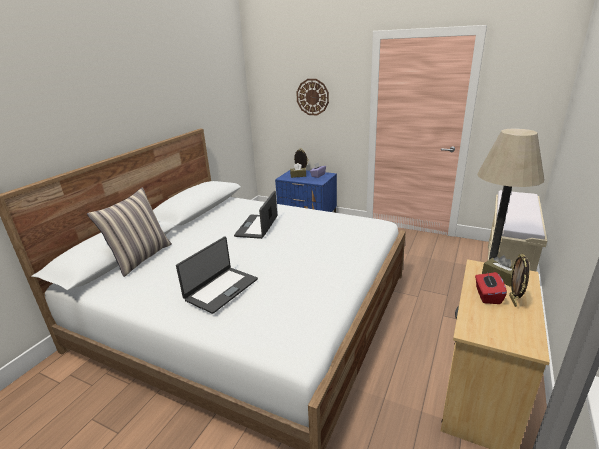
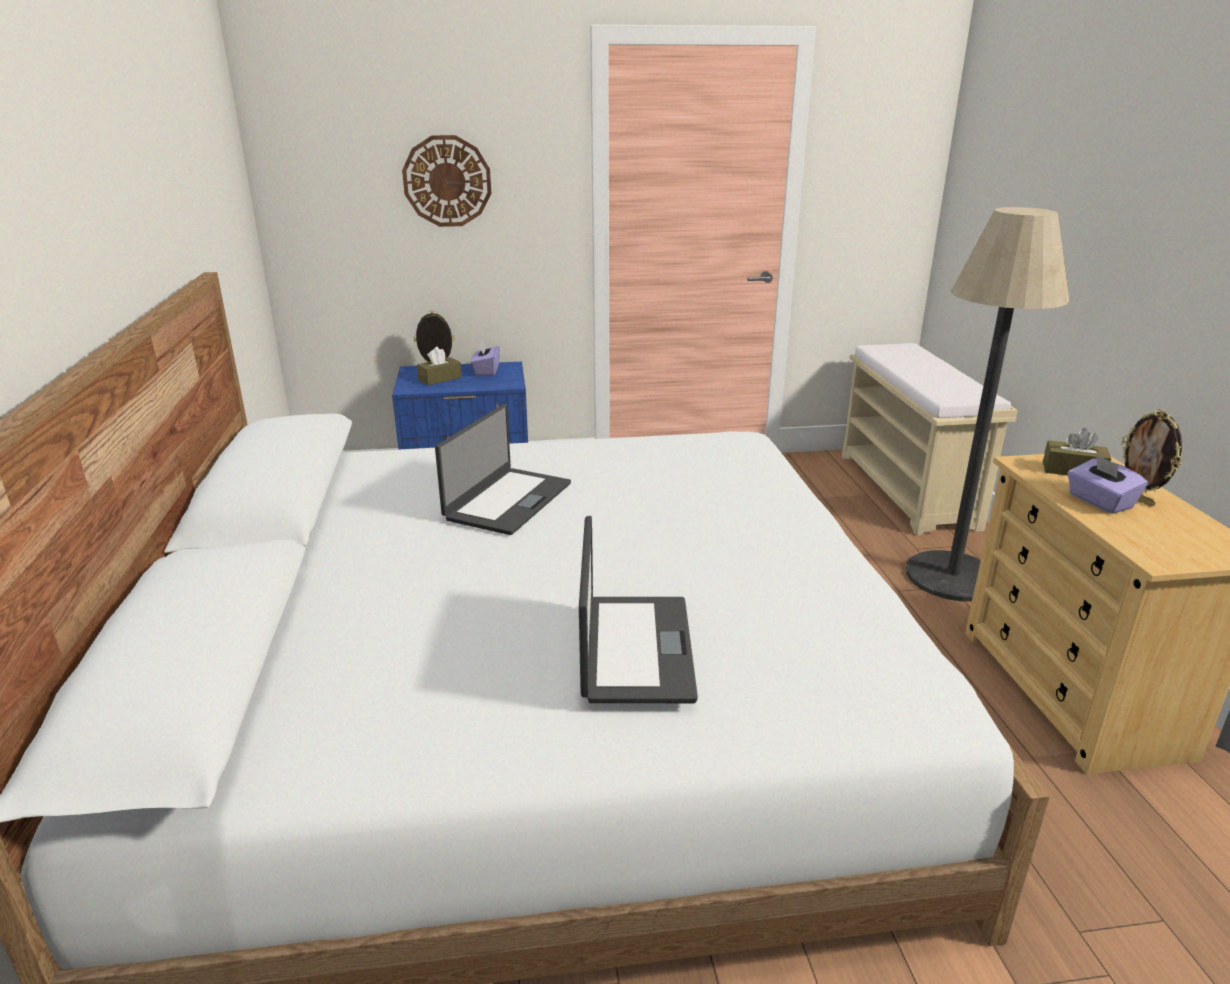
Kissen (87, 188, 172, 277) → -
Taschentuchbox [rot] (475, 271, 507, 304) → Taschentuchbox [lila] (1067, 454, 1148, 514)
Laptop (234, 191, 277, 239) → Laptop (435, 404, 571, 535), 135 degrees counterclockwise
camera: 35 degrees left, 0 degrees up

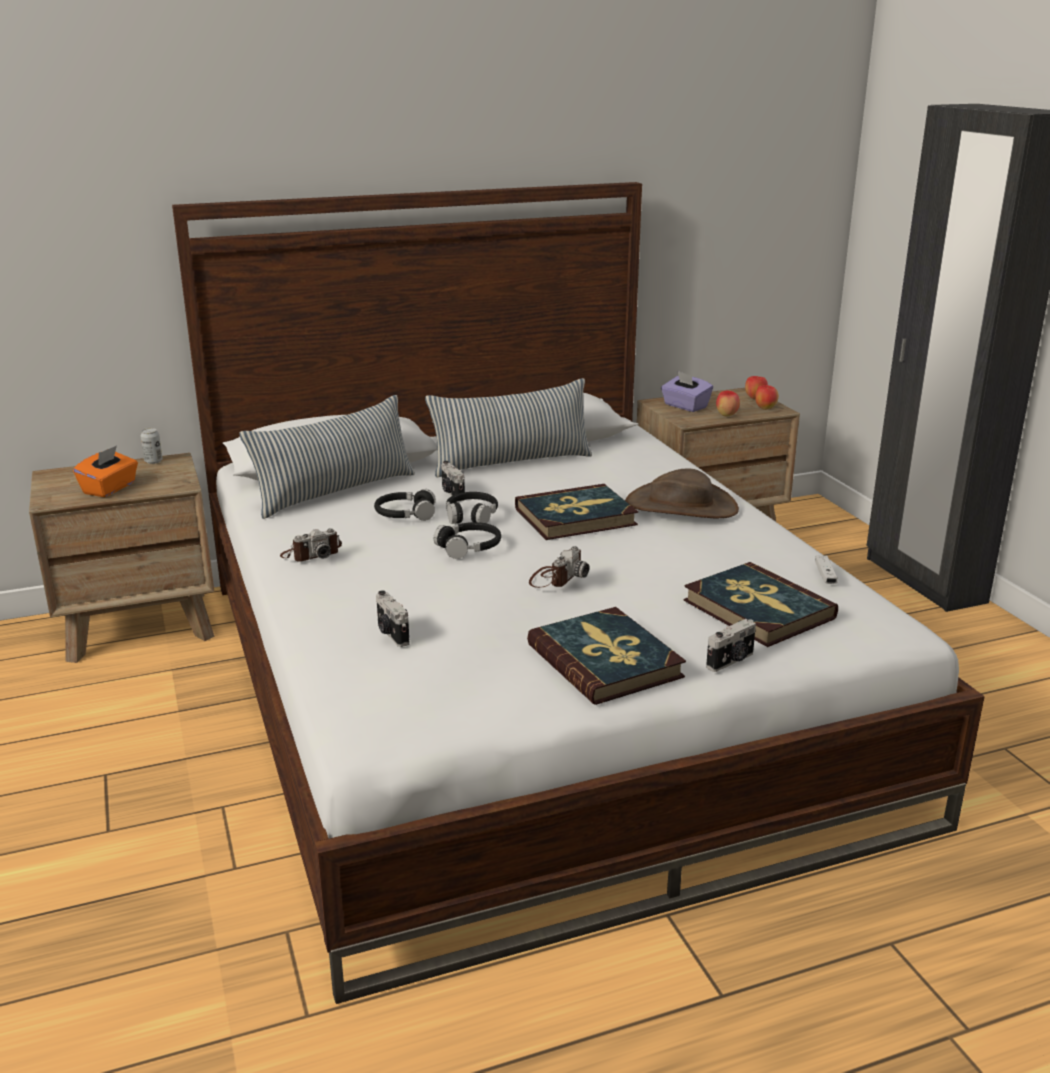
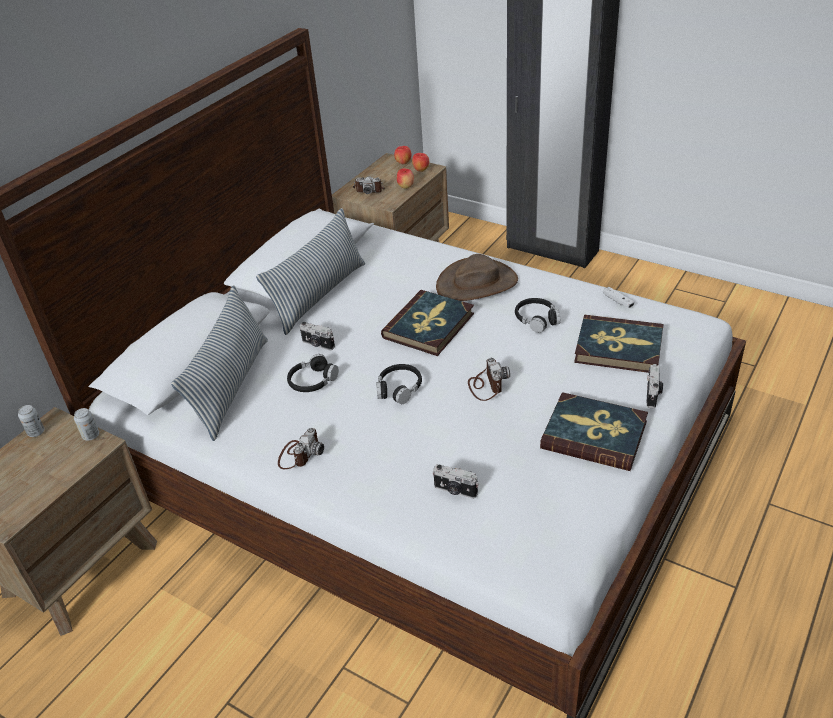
Taschentuchbox [orange] (73, 446, 138, 497) → -
- → Dose (74, 408, 99, 441)
Kopfhörer [schwarz] (446, 492, 498, 524) → Kopfhörer [schwarz] (515, 298, 560, 333), moved
Taschentuchbox [lila] (661, 371, 713, 412) → Kamera (353, 176, 385, 194)
camera: 35 degrees left, 15 degrees up

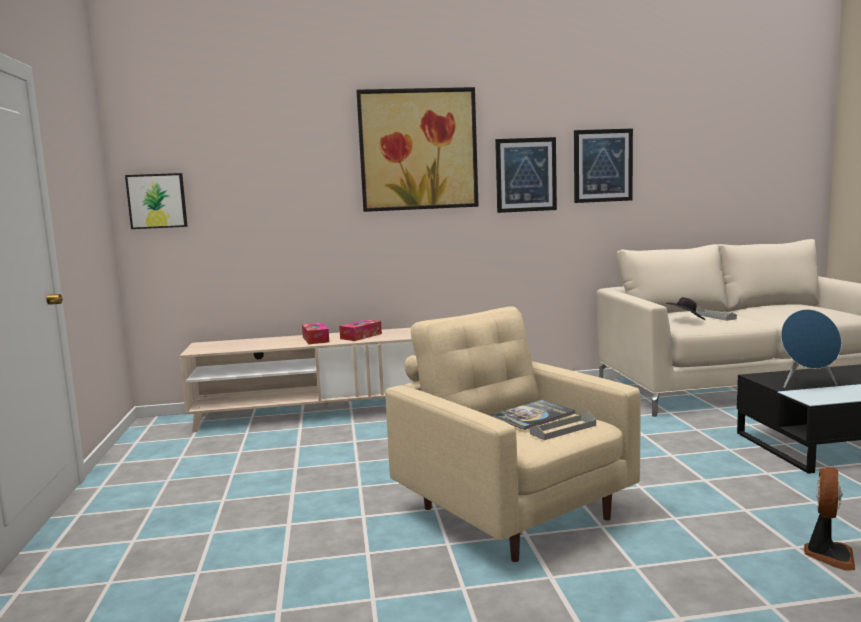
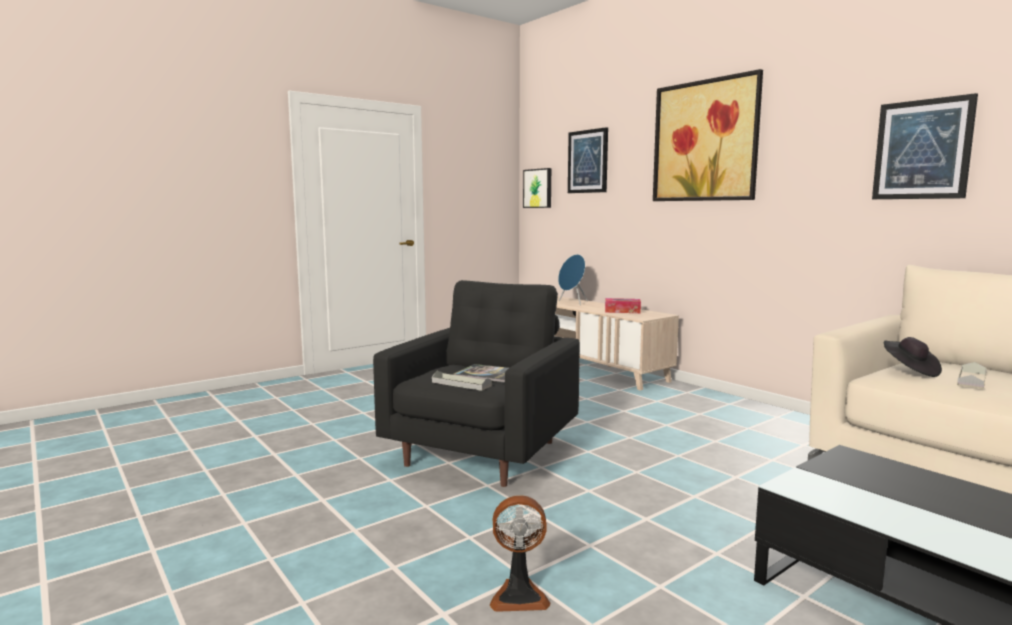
Taschentuchbox (302, 323, 329, 344) → -
Bild (495, 137, 557, 213) → Bild (568, 127, 608, 193), moved
Lautsprecher [blau] (781, 309, 842, 388) → Lautsprecher [blau] (558, 254, 588, 305), moved
Sessel [beige] (385, 306, 641, 562) → Sessel [schwarz] (373, 280, 580, 487)
camera: 60 degrees right, 0 degrees up

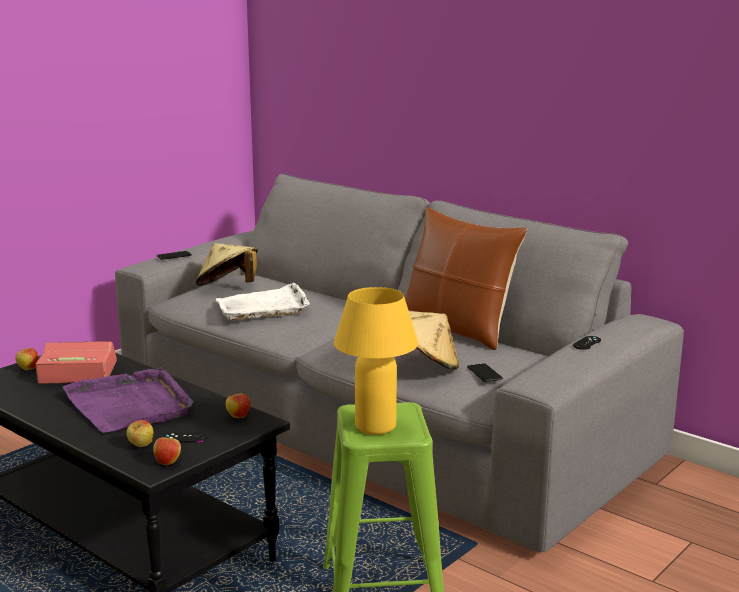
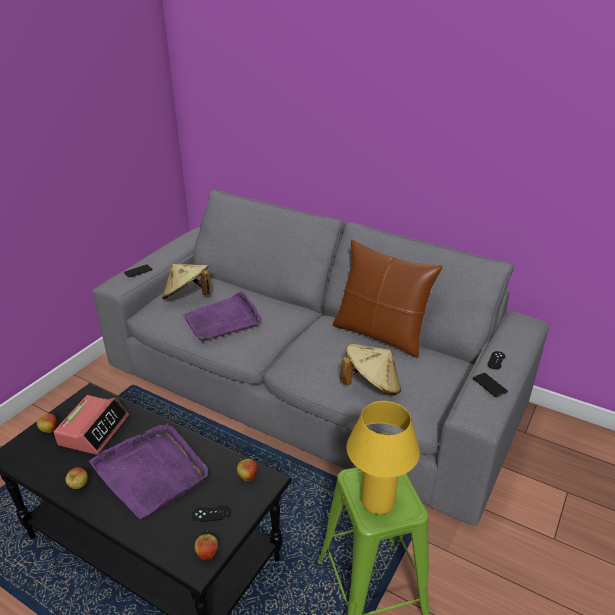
Apfel (126, 420, 154, 447) → Apfel (65, 467, 88, 489), moved
Handy (467, 363, 503, 382) → Handy (473, 373, 508, 397), moved
Tablett [weiß] (216, 283, 310, 320) → Tablett [lila] (183, 292, 262, 341)
Wecker (36, 341, 117, 384) → Wecker (54, 395, 129, 455), 120 degrees clockwise
camera: 10 degrees left, 15 degrees up

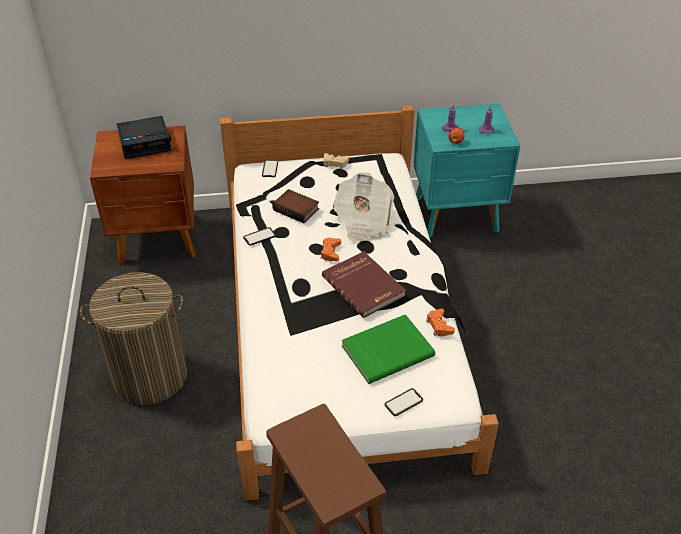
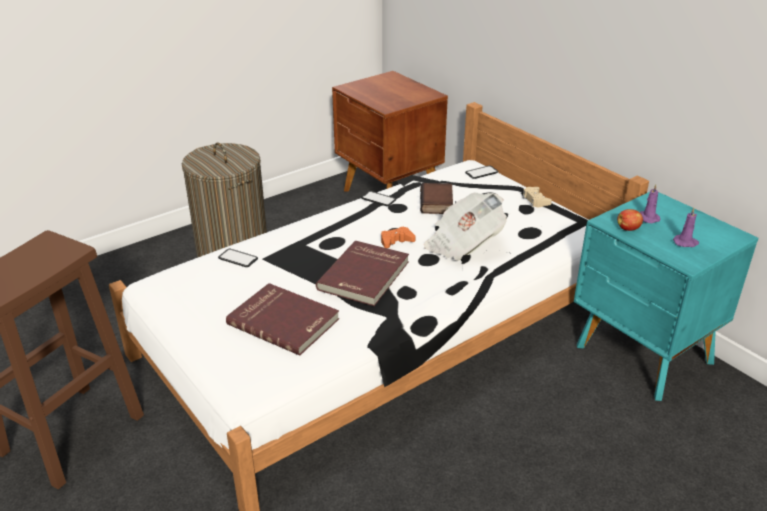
Wecker (117, 116, 172, 159) → -
Gamepad [orange] (426, 309, 455, 337) → -
Handy (384, 388, 423, 416) → Handy (218, 249, 258, 267), moved
Buch [grün] (341, 314, 435, 384) → Buch [rot] (226, 283, 339, 356)
camera: 60 degrees right, 10 degrees down

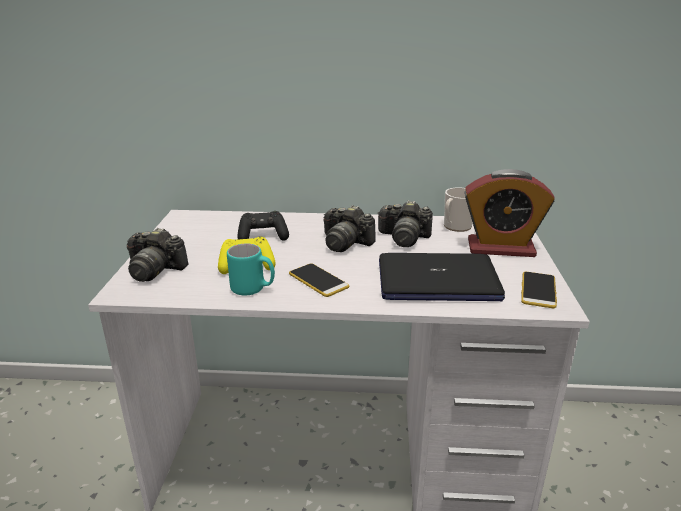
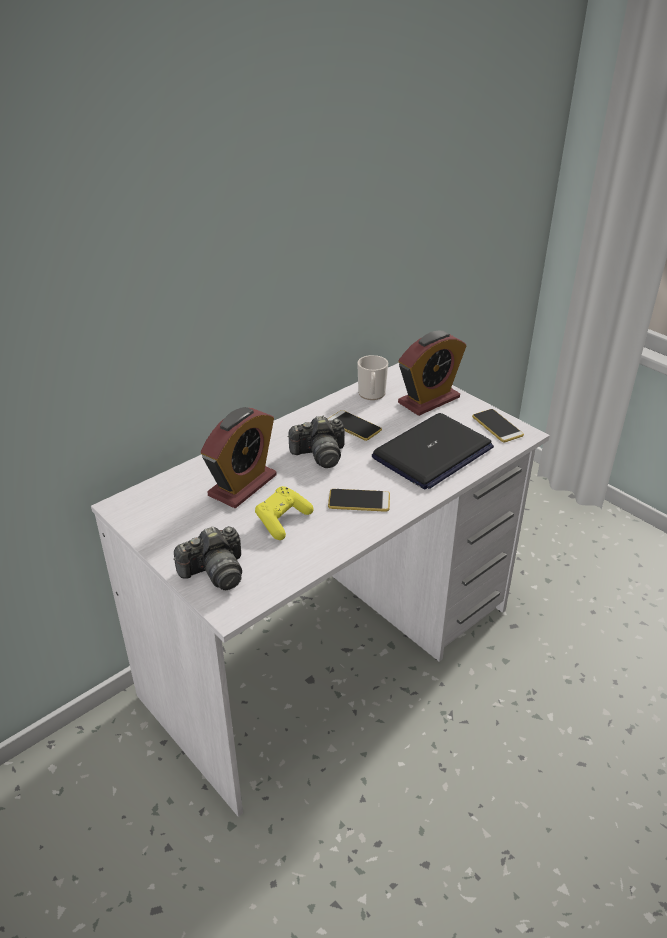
Henkelbecher [türkis] (227, 243, 275, 296) → -
Gamepad [schwarz] (237, 211, 289, 241) → Wecker (201, 407, 277, 508)
Kamera (377, 200, 433, 247) → Handy (328, 410, 382, 441)
camera: 45 degrees left, 10 degrees up

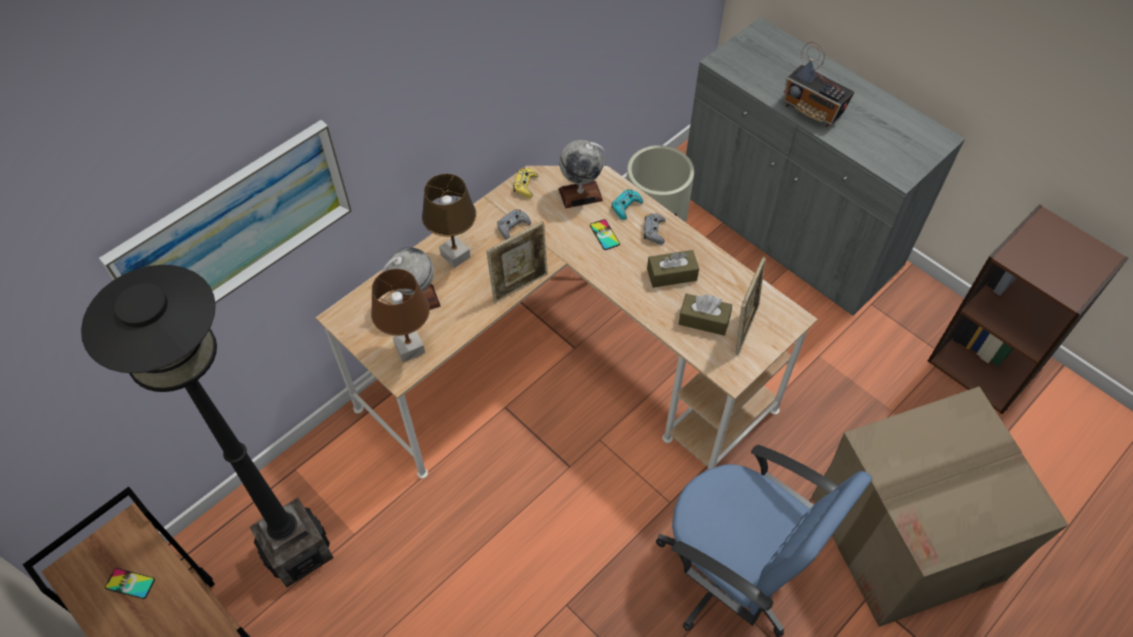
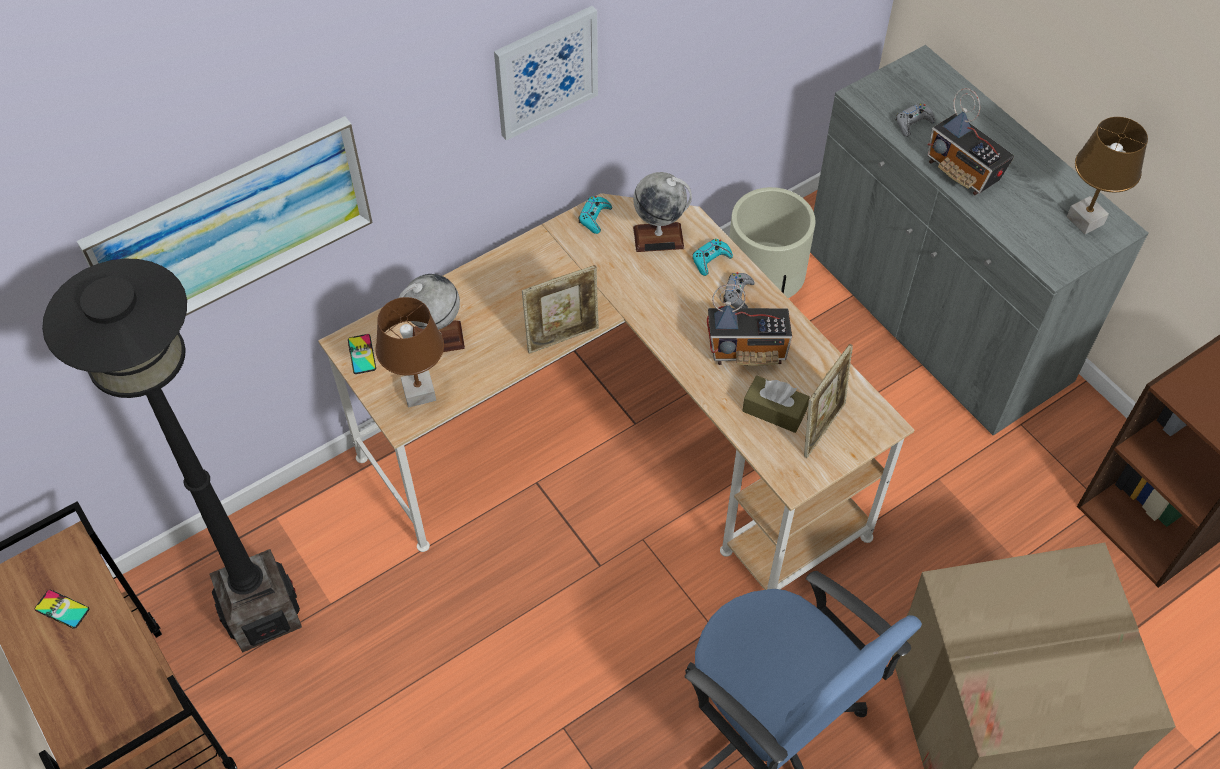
- → Bild (494, 6, 598, 141)
Tischlampe [braun] (422, 174, 476, 268) → Tischlampe [braun] (1067, 117, 1148, 234), moved
Gamepad [grau] (497, 209, 531, 240) → Gamepad [grau] (896, 103, 935, 137), moved
Handy (590, 219, 620, 250) → Handy (348, 334, 376, 374), moved
Taschentuchbox [braun] (647, 250, 699, 288) → Radio (707, 284, 792, 366)
Gamepad [gelb] (513, 168, 538, 198) → Gamepad [türkis] (578, 196, 612, 234)
camera: 10 degrees right, 0 degrees up

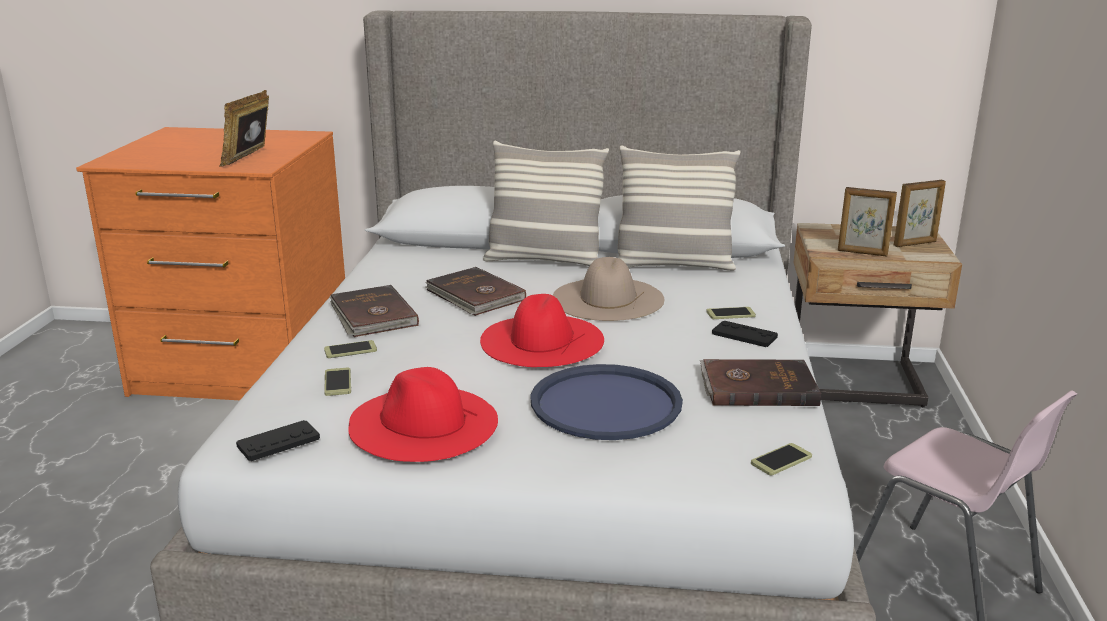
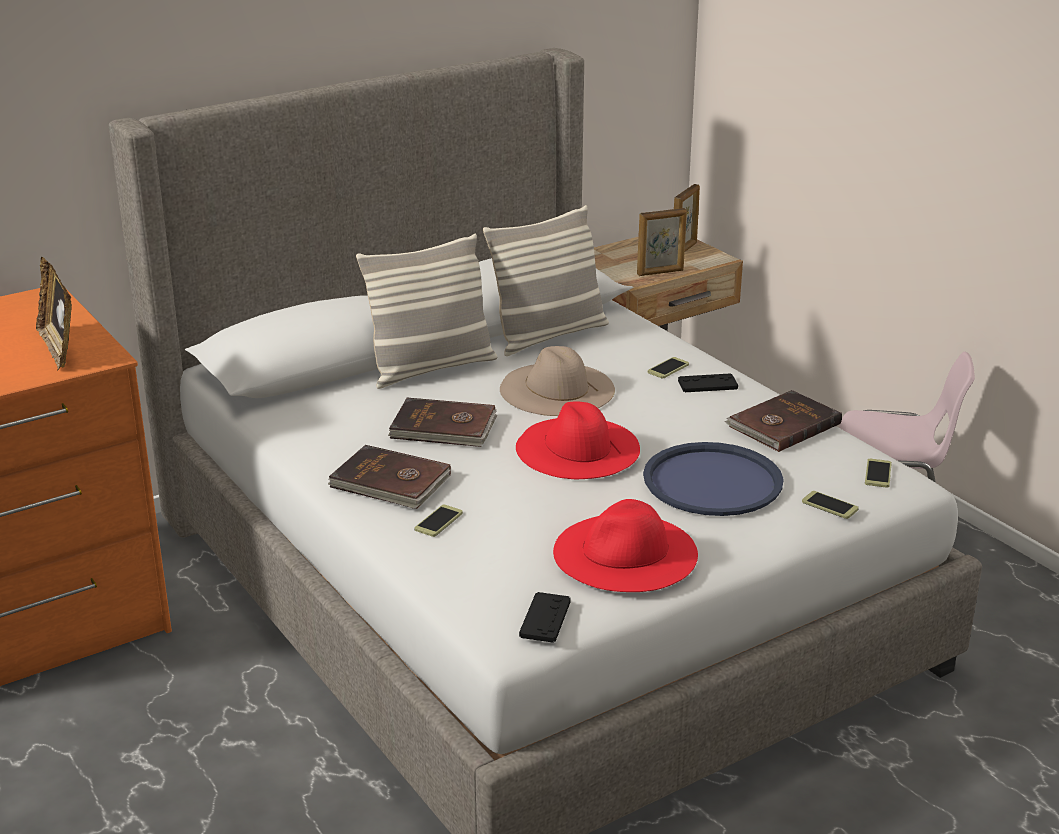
Handy (324, 367, 351, 396) → Handy (802, 491, 859, 519), moved
camera: 40 degrees left, 5 degrees up

